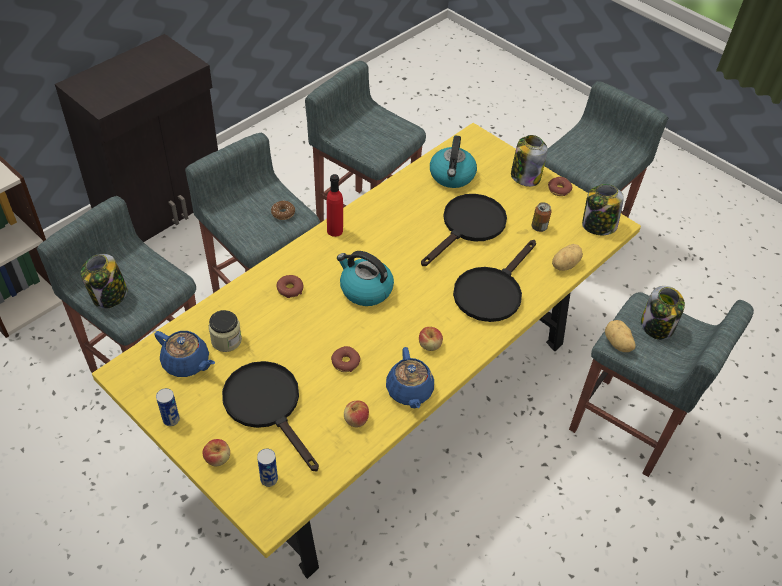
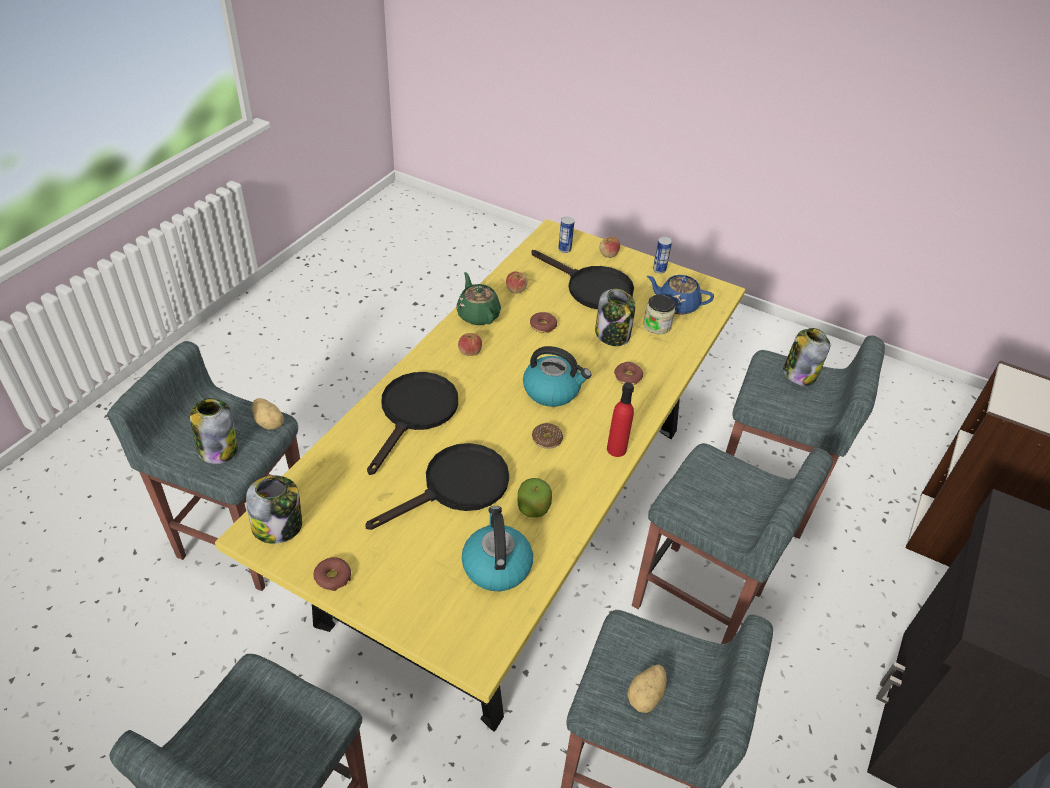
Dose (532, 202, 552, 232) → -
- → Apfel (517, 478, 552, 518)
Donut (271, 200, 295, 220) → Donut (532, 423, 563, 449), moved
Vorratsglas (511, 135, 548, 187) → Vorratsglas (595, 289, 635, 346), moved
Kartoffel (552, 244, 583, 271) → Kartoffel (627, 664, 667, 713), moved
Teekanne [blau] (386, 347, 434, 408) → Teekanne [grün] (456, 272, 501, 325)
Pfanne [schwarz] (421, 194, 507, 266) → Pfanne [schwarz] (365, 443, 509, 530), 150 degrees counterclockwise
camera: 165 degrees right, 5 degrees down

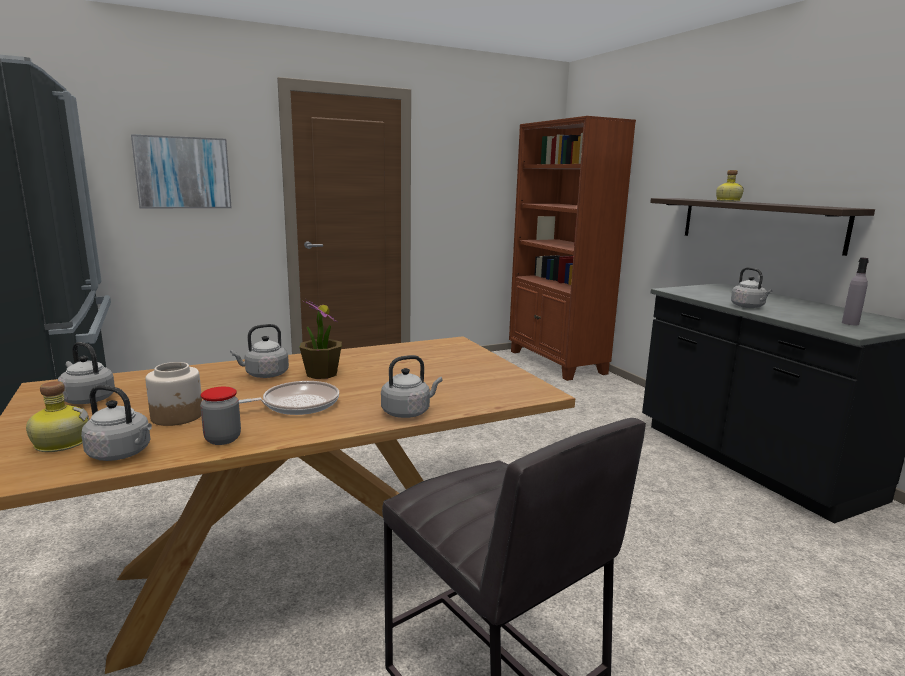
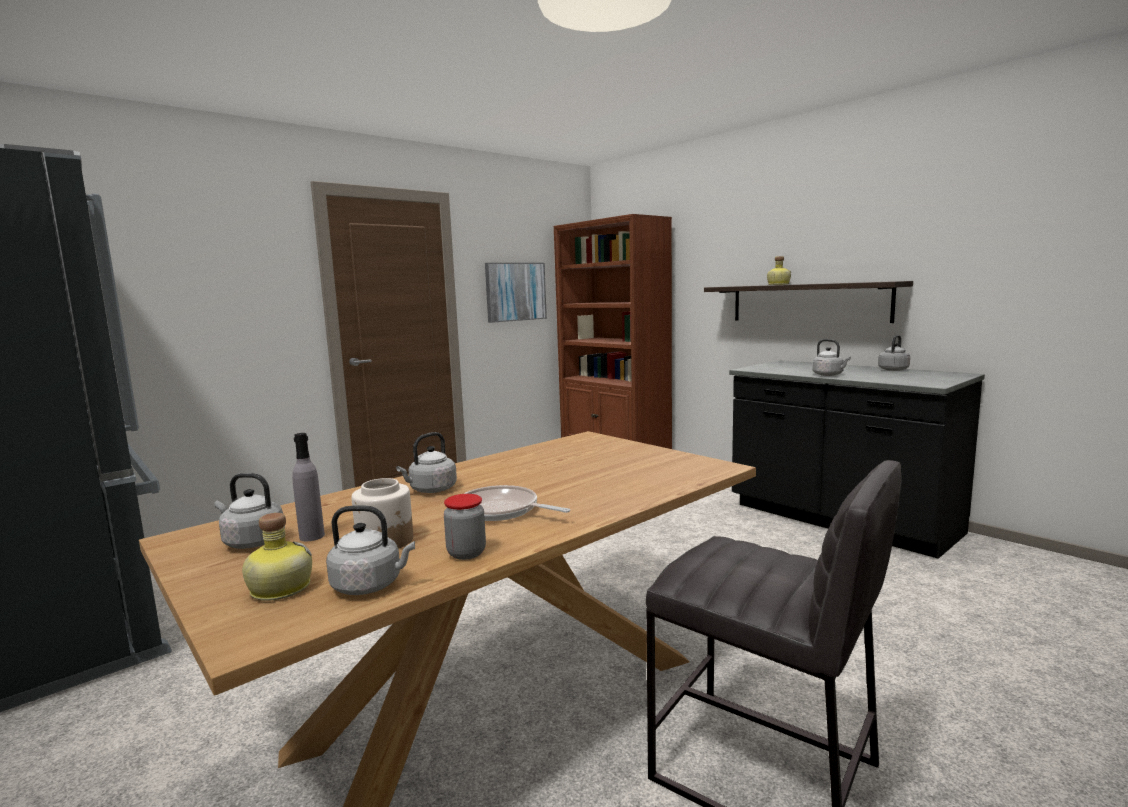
Topfpflanze (299, 299, 342, 379) → -
Bild (131, 134, 232, 208) → Bild (485, 263, 547, 323), moved
Wasserkessel [grau] (381, 355, 443, 418) → Wasserkessel [grau] (878, 335, 910, 371), moved
Flasche [grau] (842, 258, 869, 325) → Flasche [grau] (292, 433, 325, 541), moved
Pfanne (239, 381, 339, 415) → Pfanne (464, 485, 570, 521), 105 degrees counterclockwise
camera: 15 degrees left, 5 degrees down

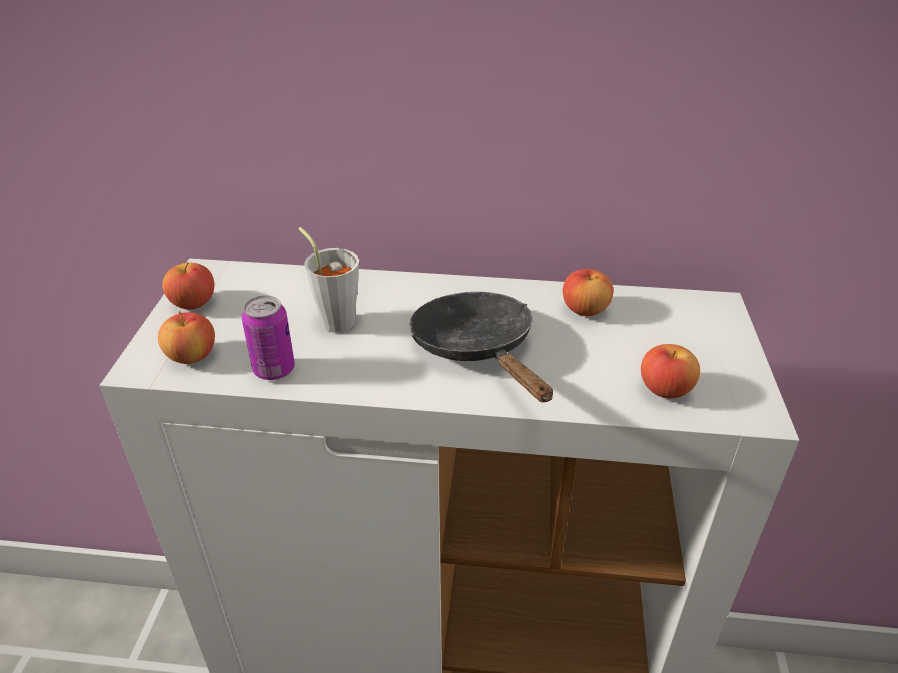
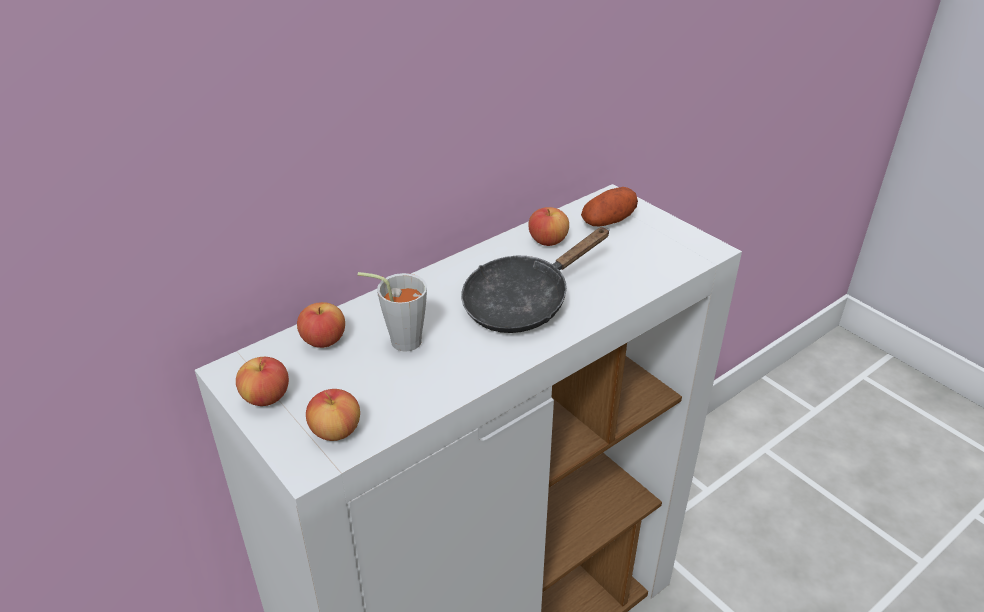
Dose (242, 296, 295, 380) → -
- → Kartoffel (581, 187, 638, 227)
Apfel (641, 344, 700, 398) → Apfel (297, 302, 345, 348), moved
Pfanne [schwarz] (410, 292, 553, 402) → Pfanne [schwarz] (461, 227, 610, 333), 60 degrees counterclockwise
camera: 45 degrees left, 0 degrees up

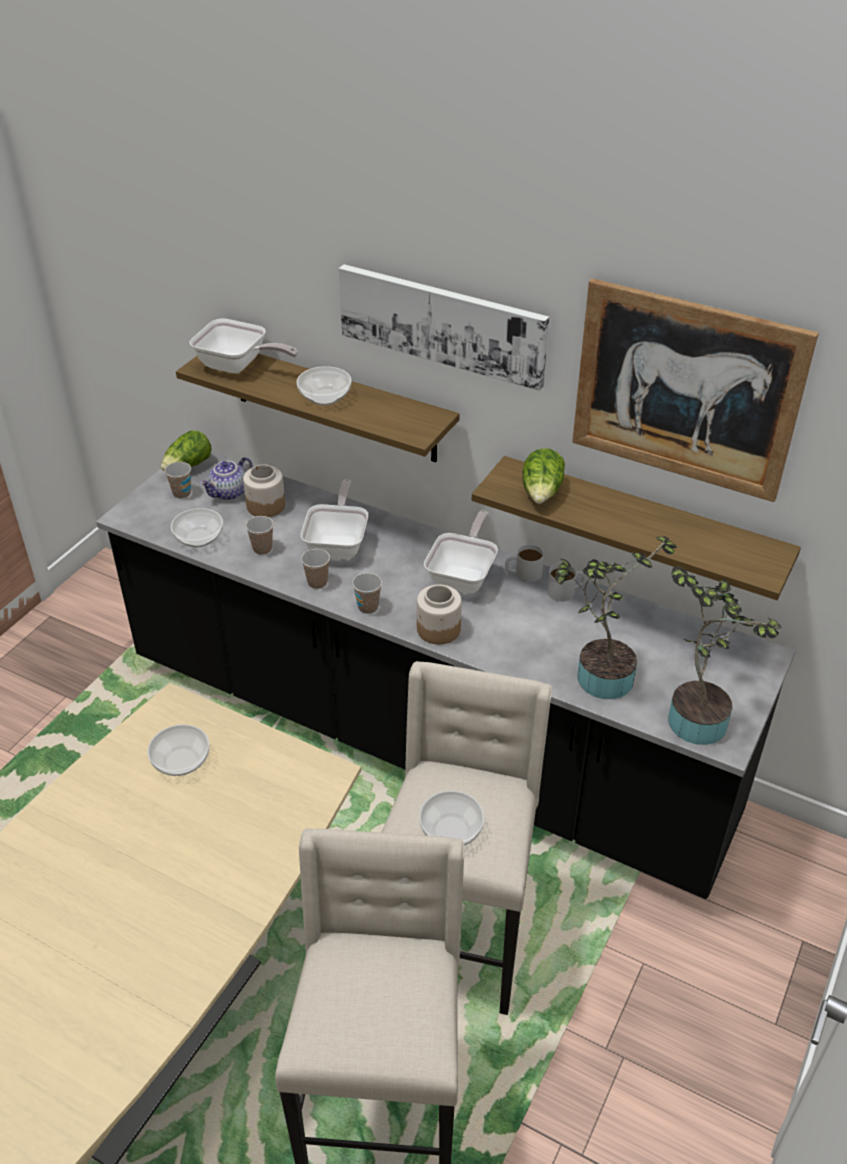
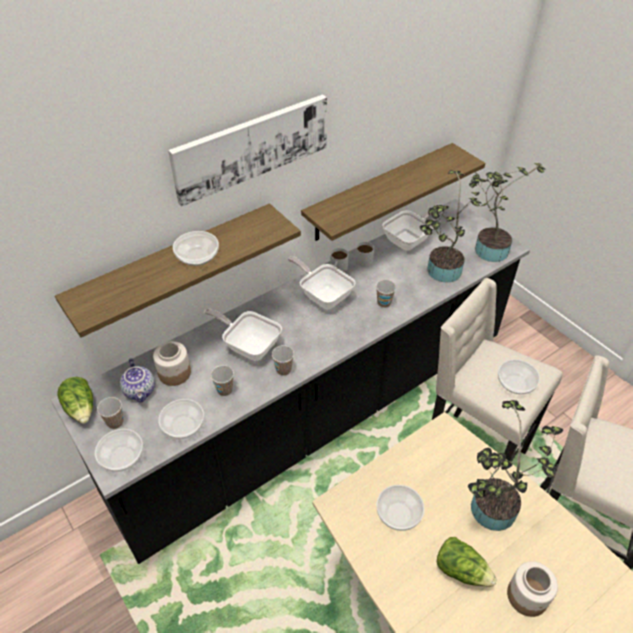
Bild (572, 278, 819, 502) → -
- → Schüssel (95, 429, 143, 472)
- → Topfpflanze (468, 400, 563, 531)
Pfanne (190, 318, 298, 374) → Pfanne (382, 205, 439, 251), moved
Tasse (352, 573, 382, 614) → Tasse (376, 280, 396, 308), moved
Vorratsglas (417, 585, 462, 644) → Vorratsglas (507, 561, 558, 617), moved
Salatkopf (523, 448, 565, 504) → Salatkopf (436, 537, 497, 587), moved
camera: 65 degrees left, 5 degrees up

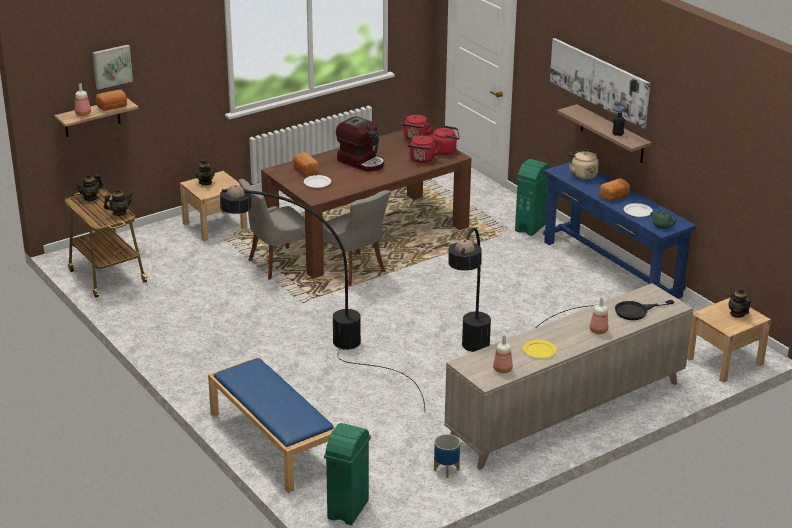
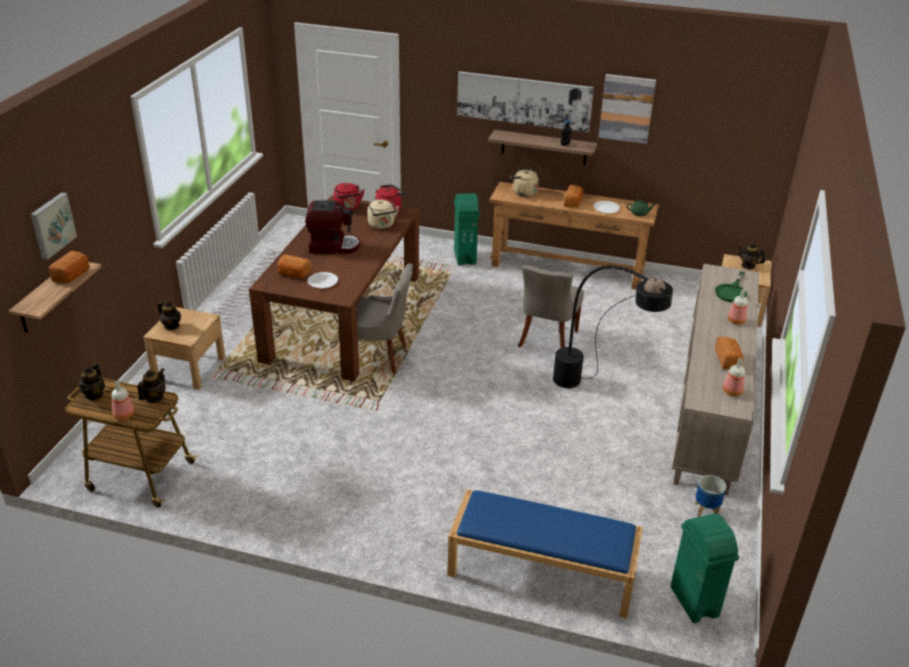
Stehlampe [schwarz] (220, 185, 425, 409) → -
- → Bild (599, 74, 656, 144)
Flasche (75, 83, 91, 116) → Flasche (112, 381, 135, 420), moved
Stuhl [grau] (238, 179, 306, 280) → Stuhl [grau] (518, 265, 584, 348), moved
Teller [gelb] (523, 340, 556, 358) → Brot (715, 337, 743, 369)
Wasserkessel [rot] (407, 135, 441, 163) → Wasserkessel [beige] (367, 200, 399, 229)
Konsolentisch [blau] (543, 161, 697, 299) → Konsolentisch [braun] (489, 182, 659, 290)
Pfanne [schwarz] (615, 300, 674, 320) → Pfanne [grün] (715, 271, 747, 302)
camera: 40 degrees left, 5 degrees up

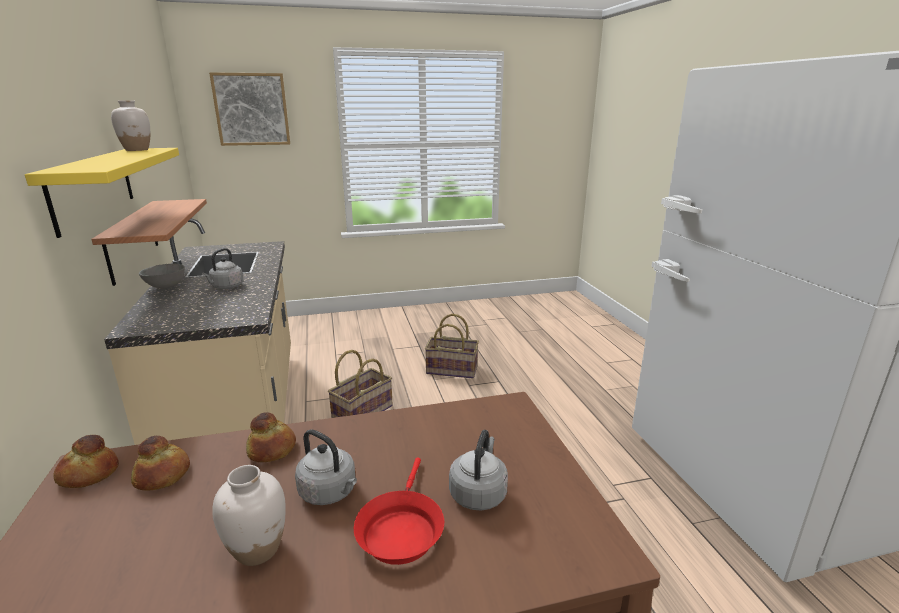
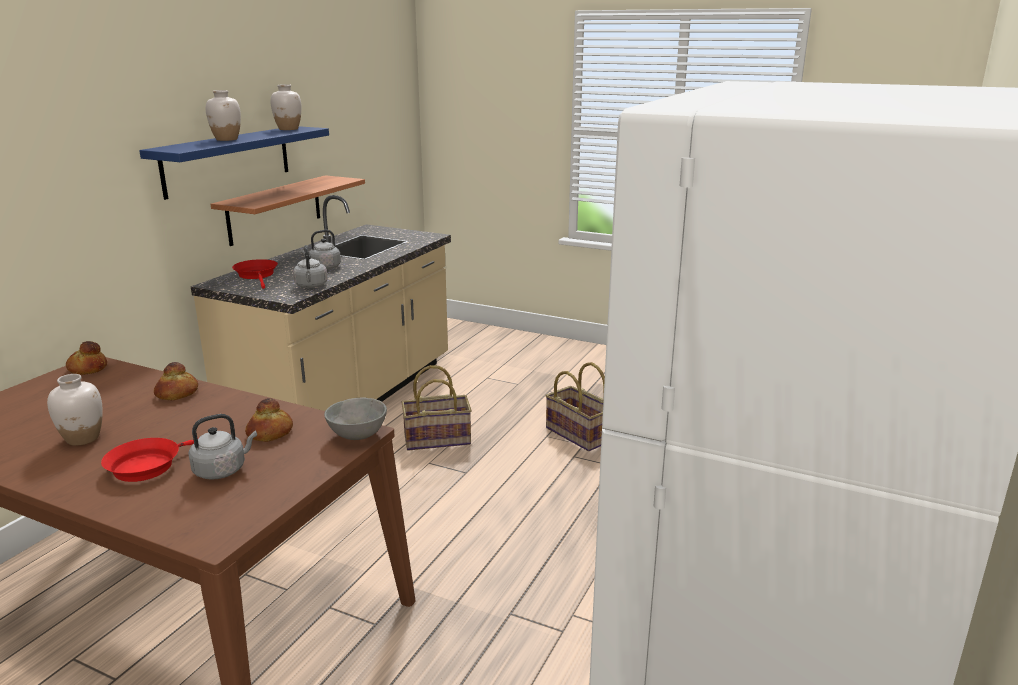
Bild (209, 72, 290, 146) → -
- → Vase [weiß] (206, 90, 241, 141)
- → Pfanne [rot] (232, 259, 278, 289)
Brot (131, 436, 190, 490) → Brot (245, 398, 293, 442), moved
Schüssel [grau] (139, 264, 185, 289) → Schüssel [grau] (324, 398, 387, 440), moved
Wasserkessel [grau] (295, 429, 357, 505) → Wasserkessel [grau] (293, 245, 328, 288), moved
Wandregal [gelb] (25, 148, 179, 238) → Wandregal [blau] (139, 126, 329, 200)
camera: 40 degrees right, 0 degrees up

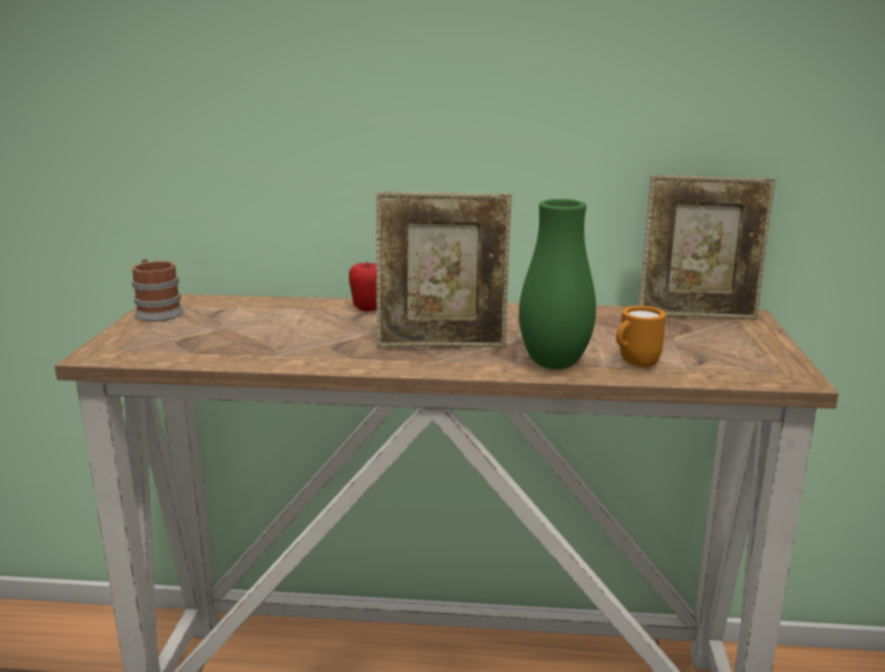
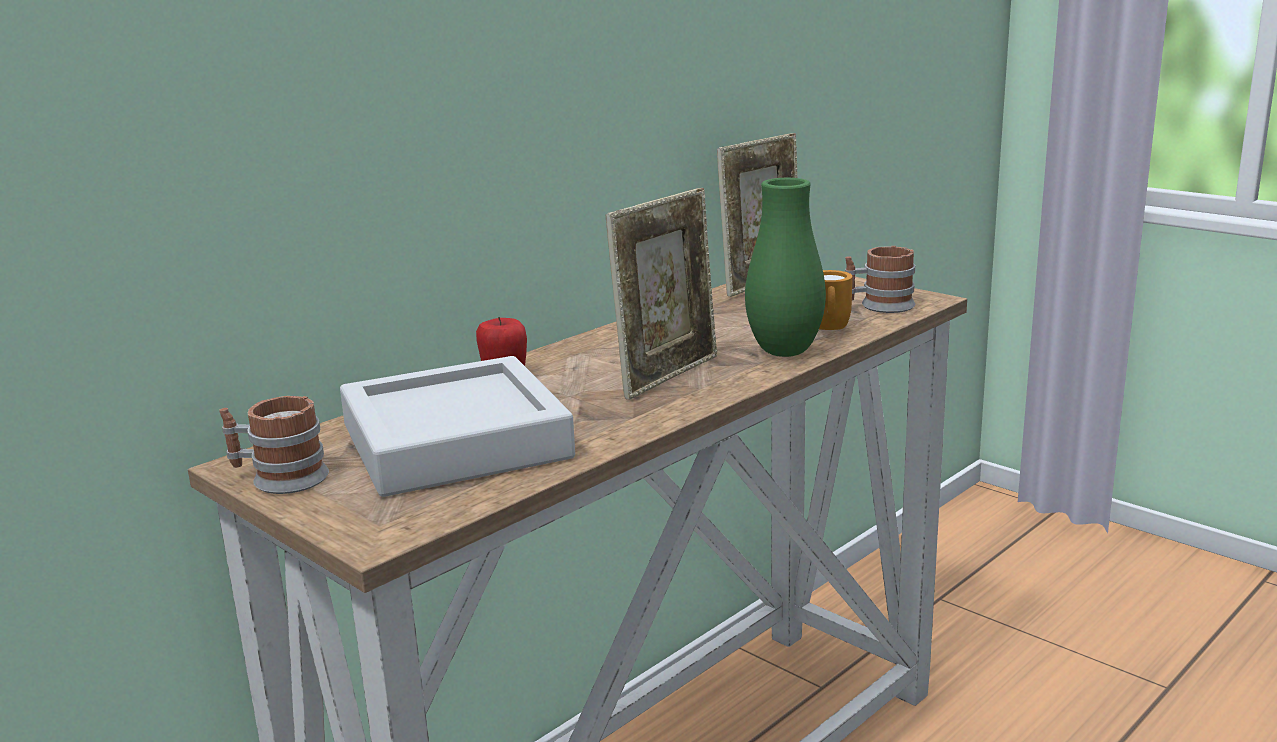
- → Tablett [grau] (340, 356, 575, 497)
- → Henkelbecher (845, 246, 915, 313)
camera: 50 degrees left, 0 degrees up

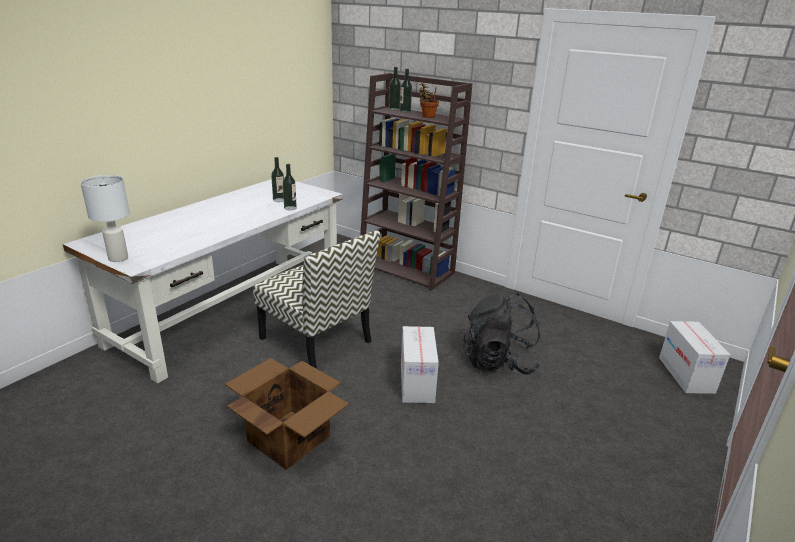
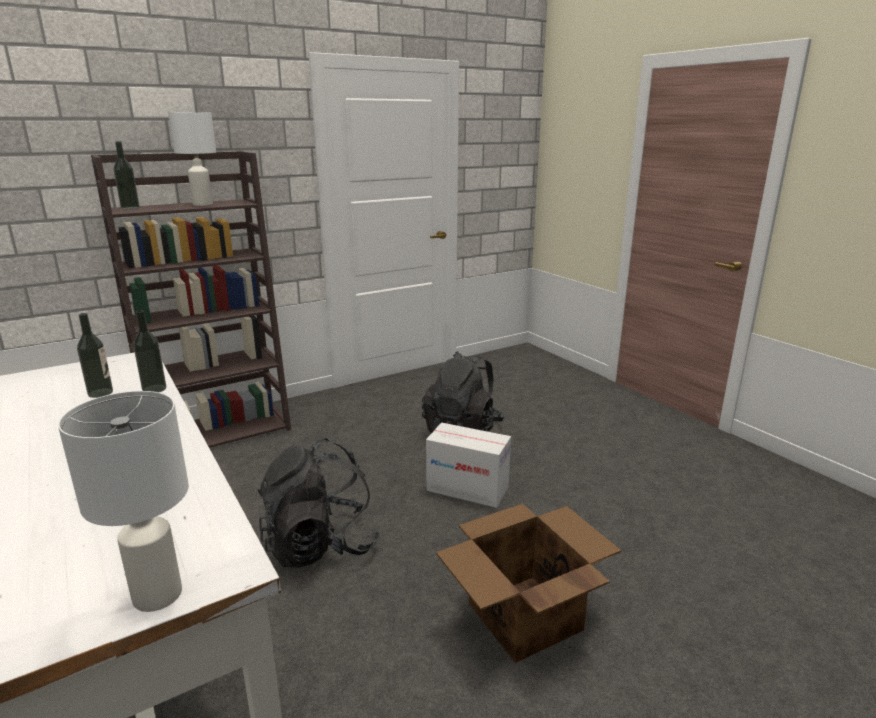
Flasche (400, 69, 412, 113) → -
Karton (659, 321, 730, 394) → -
Stuhl (253, 230, 380, 369) → Rucksack [schwarz] (258, 438, 380, 568)
Topfpflanze (419, 83, 439, 118) → Tischlampe [weiß] (168, 112, 216, 206)
camera: 65 degrees left, 5 degrees down

